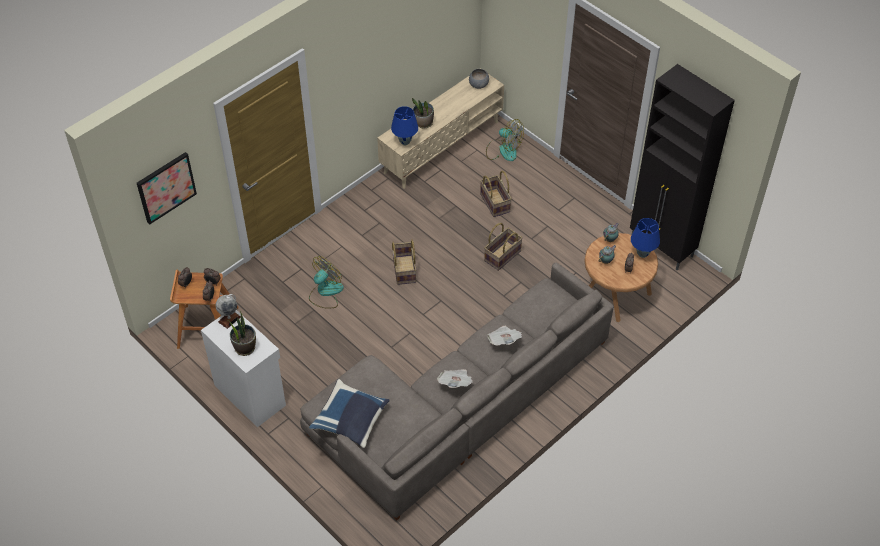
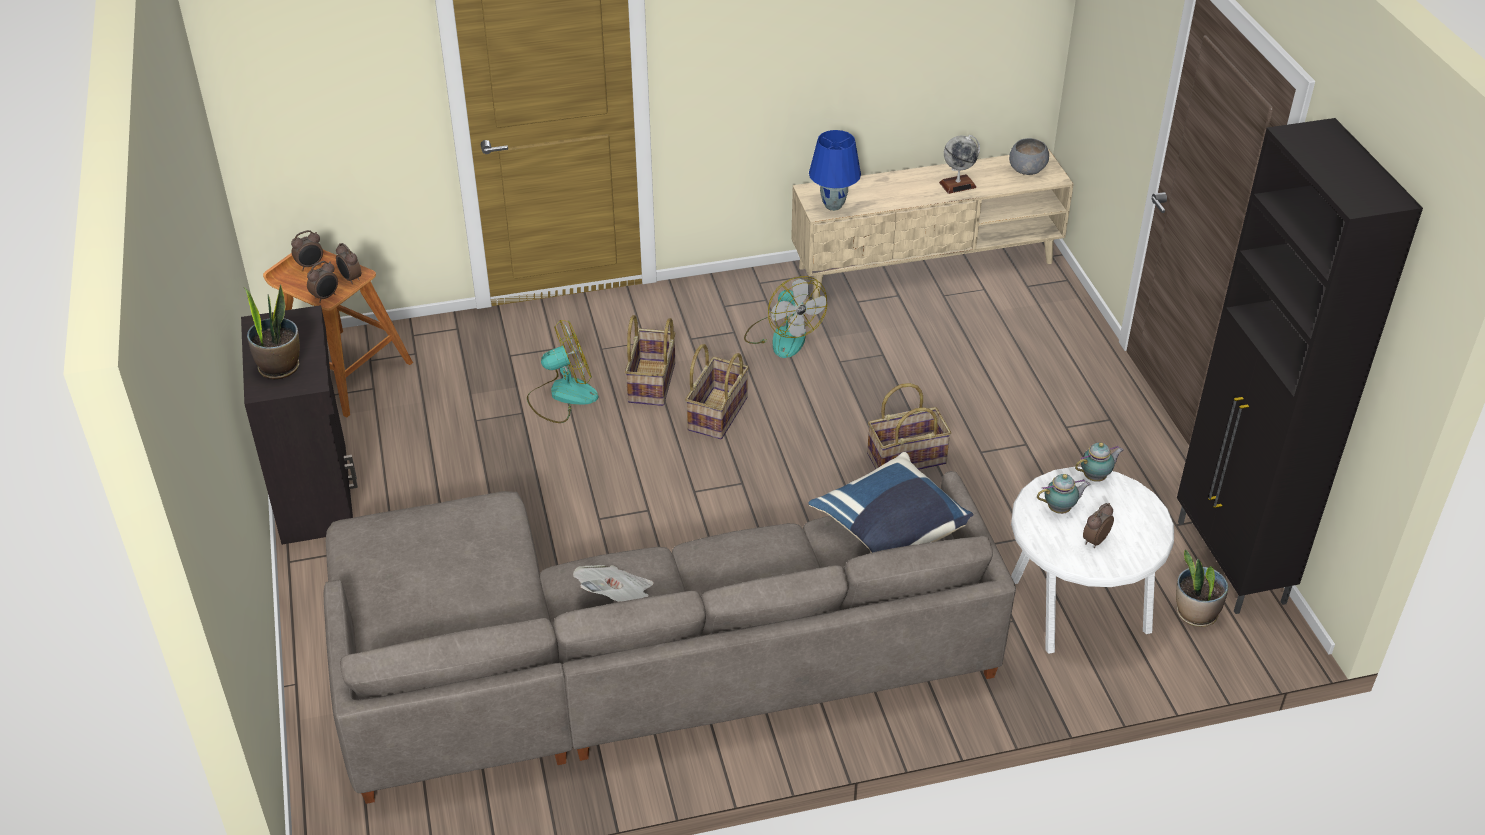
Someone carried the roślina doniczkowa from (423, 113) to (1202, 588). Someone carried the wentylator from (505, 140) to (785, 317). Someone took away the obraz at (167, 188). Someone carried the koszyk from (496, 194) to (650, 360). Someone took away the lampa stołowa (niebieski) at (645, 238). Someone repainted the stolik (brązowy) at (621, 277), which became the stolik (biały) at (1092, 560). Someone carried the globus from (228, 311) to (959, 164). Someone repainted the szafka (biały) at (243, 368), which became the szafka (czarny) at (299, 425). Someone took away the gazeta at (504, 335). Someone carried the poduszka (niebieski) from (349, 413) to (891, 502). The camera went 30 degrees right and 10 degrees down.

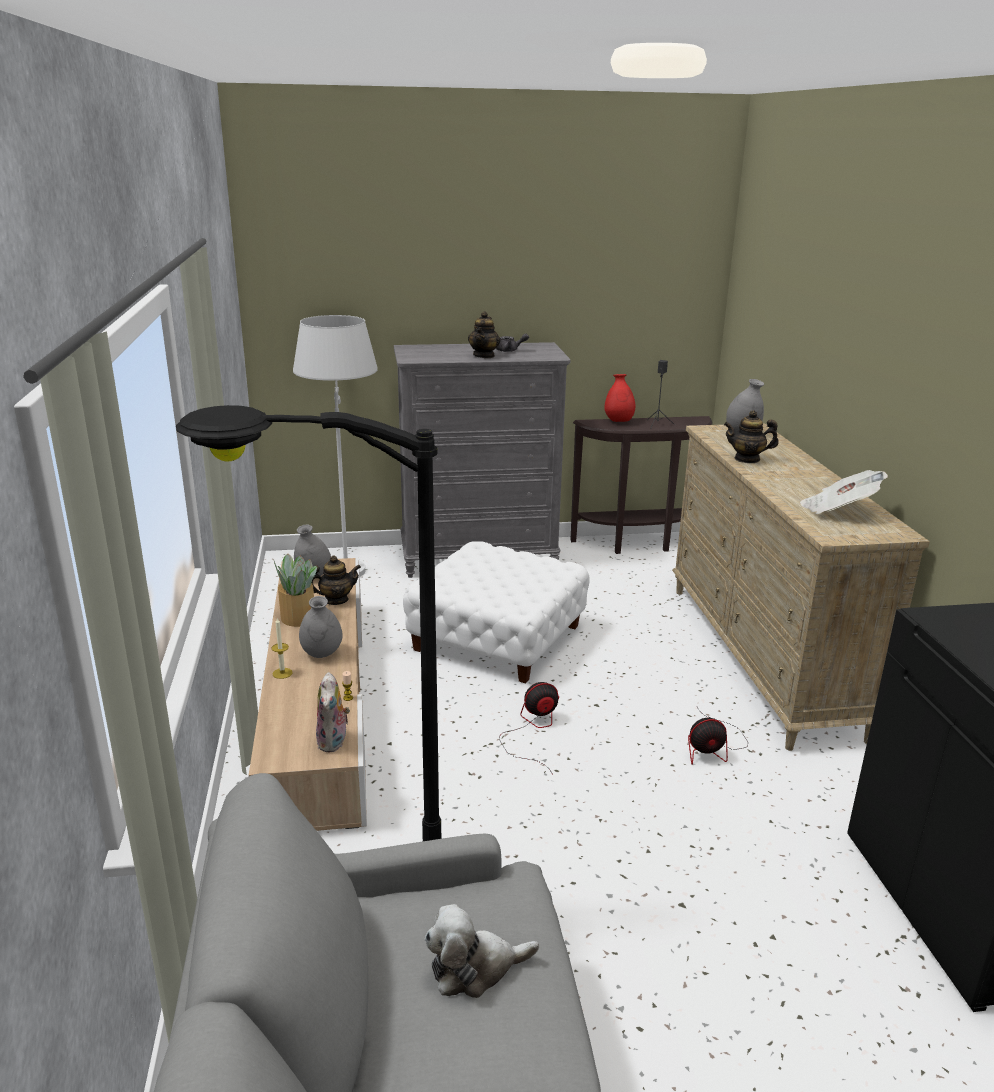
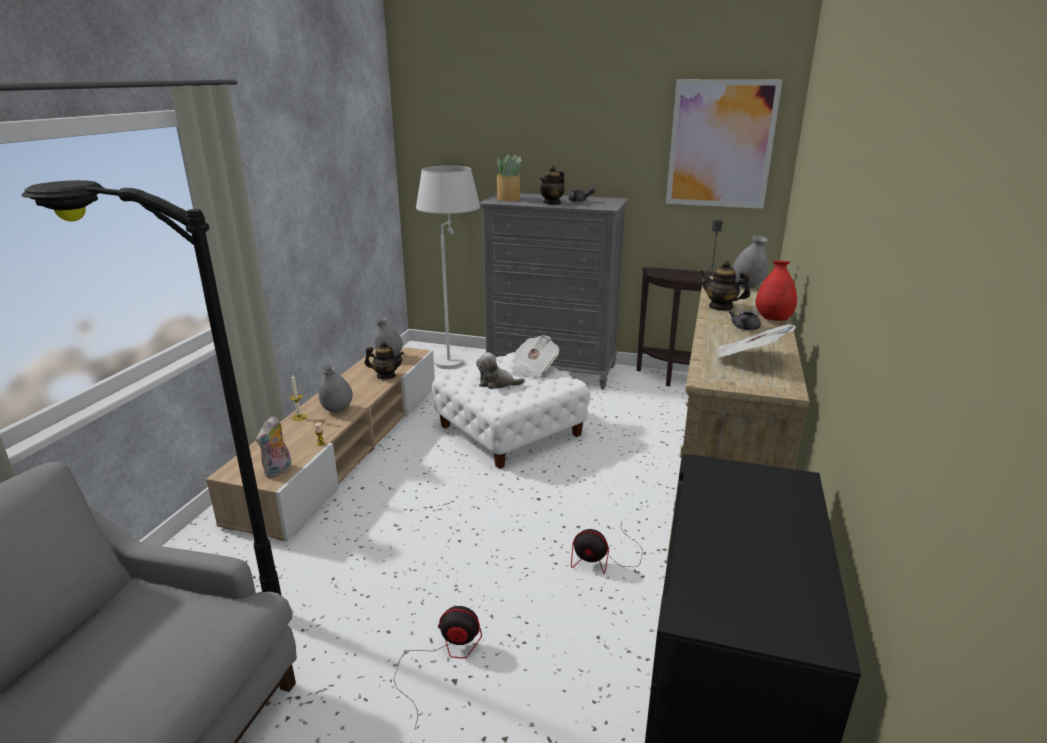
Someone carried the wazon (czerwony) from (619, 398) to (776, 291). Someone carried the roślina doniczkowa from (295, 590) to (509, 177). Someone carried the wentylator from (529, 727) to (438, 666). Someone carried the pluszak from (481, 951) to (500, 370). Someone put up the obraz at (724, 144). Someone put down the imbryk (szary) at (745, 320). Someone put down the gazeta at (535, 356). The camera went 25 degrees right and 0 degrees up.

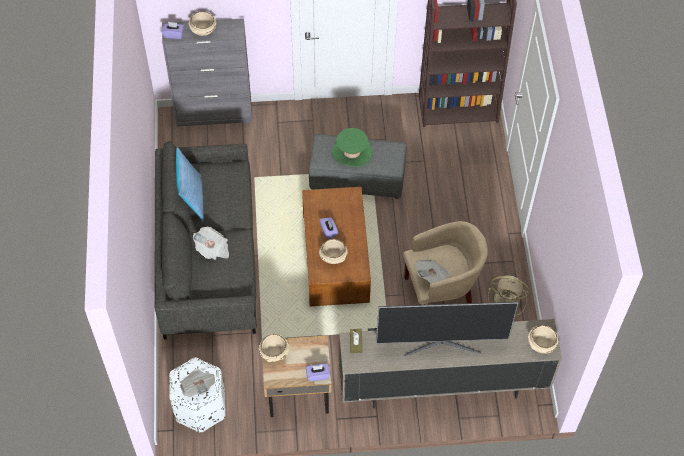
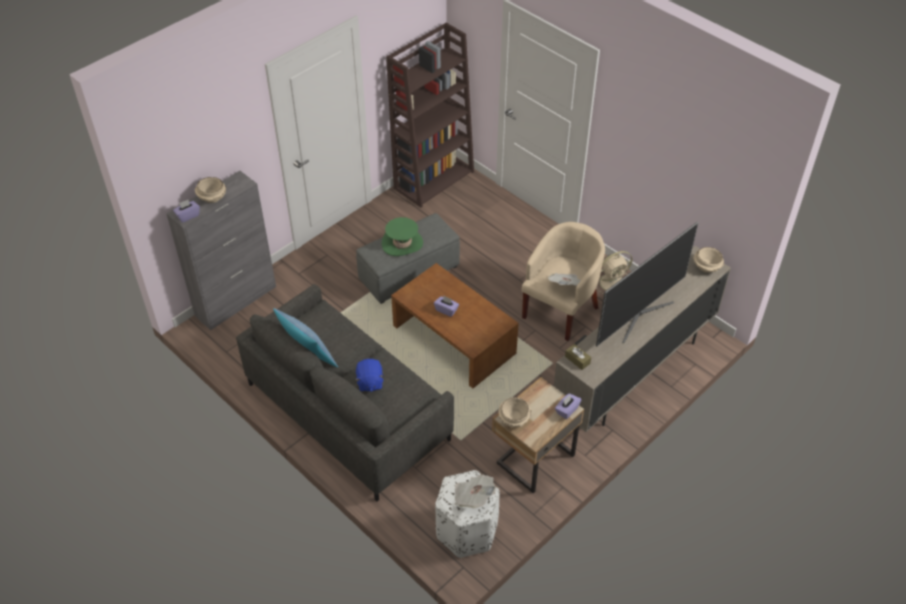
Someone swapped the gazeta at (211, 243) for the pluszak (niebieski) at (369, 375). Someone took away the miska (beżowy) at (333, 251). The camera went 40 degrees left and 10 degrees down.

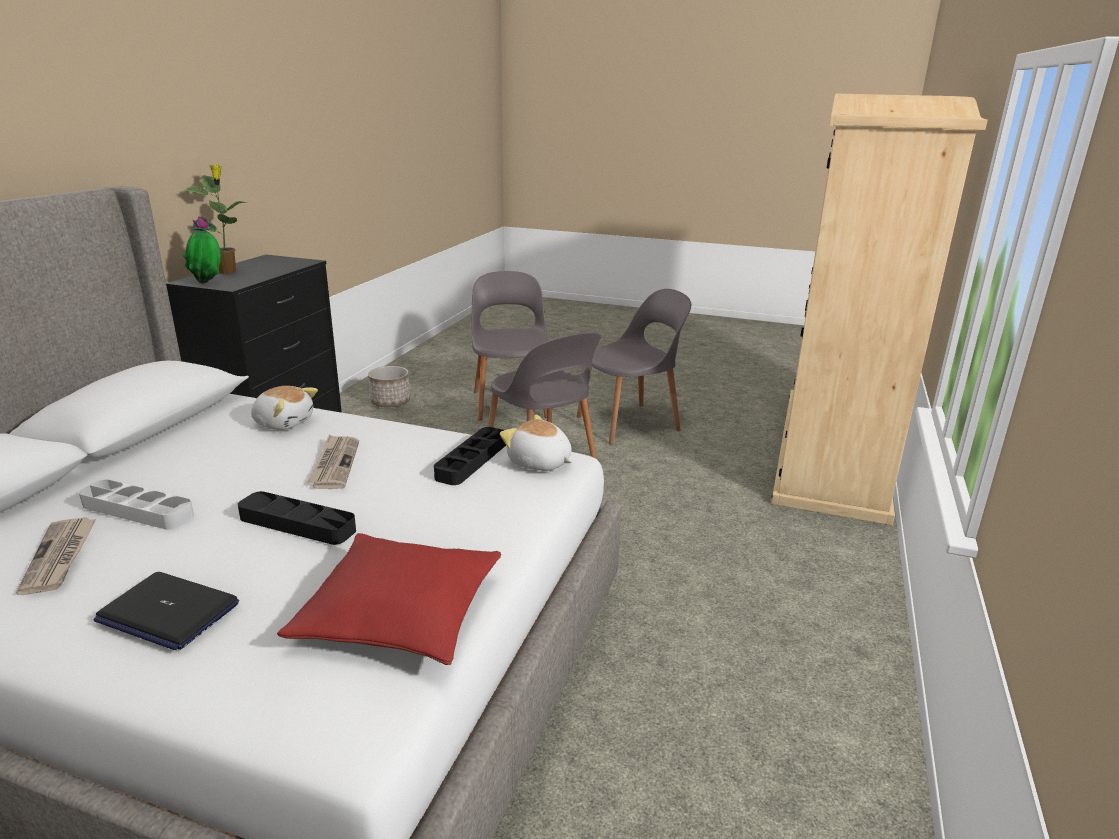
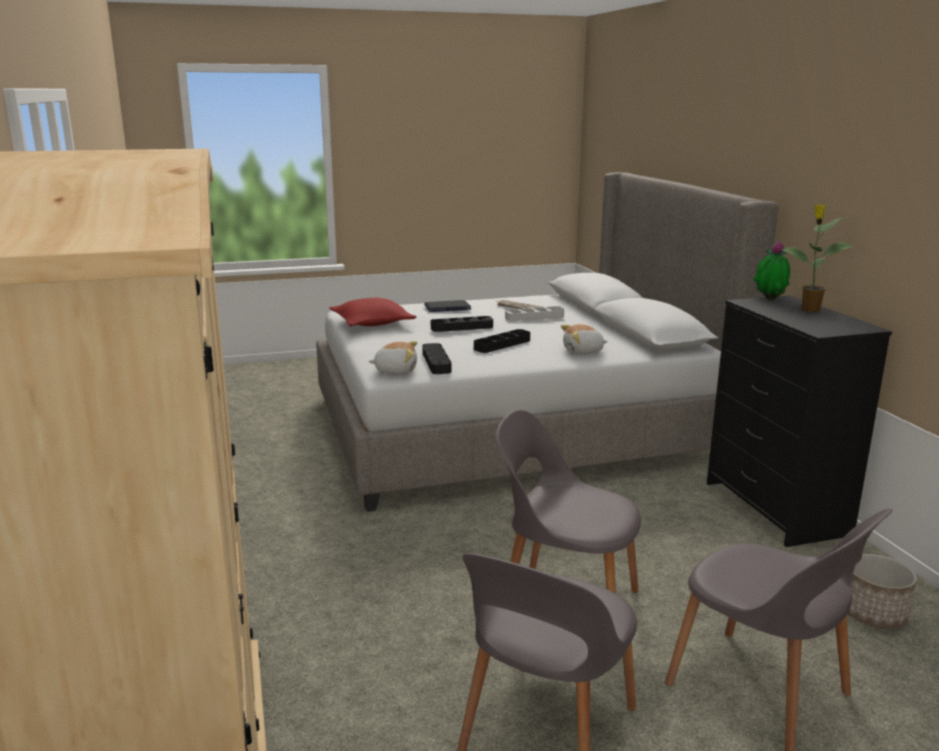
Someone swapped the gazeta at (333, 461) for the taca (czarny) at (502, 341). The camera went 145 degrees right and 5 degrees down.

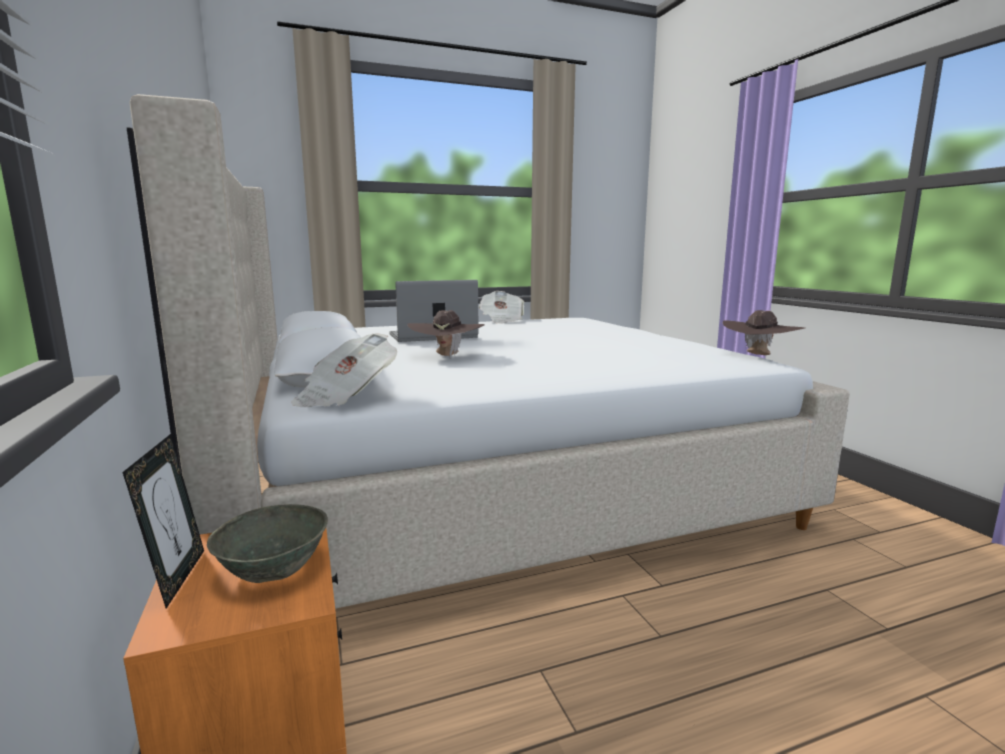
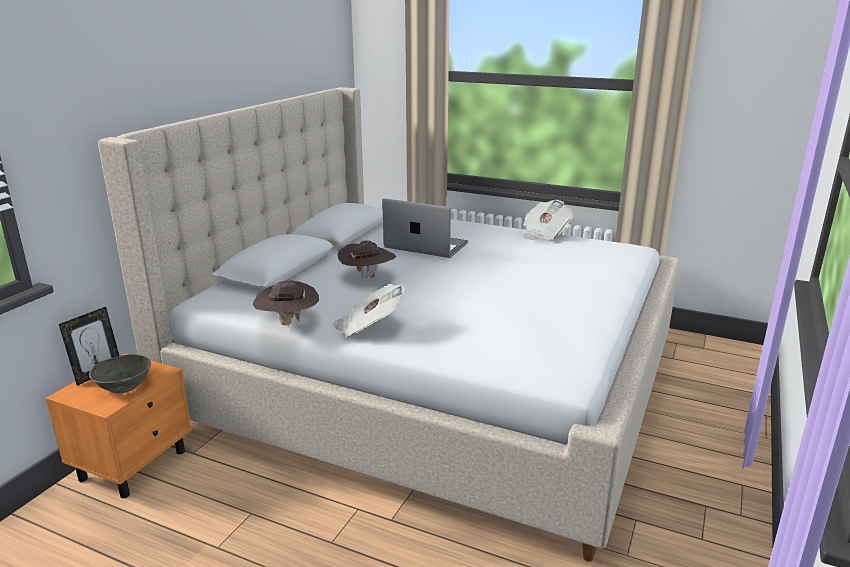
Someone carried the kapelusz (brązowy) from (764, 332) to (286, 302). Someone carried the gazeta from (344, 370) to (369, 310). The camera went 45 degrees right and 10 degrees up.

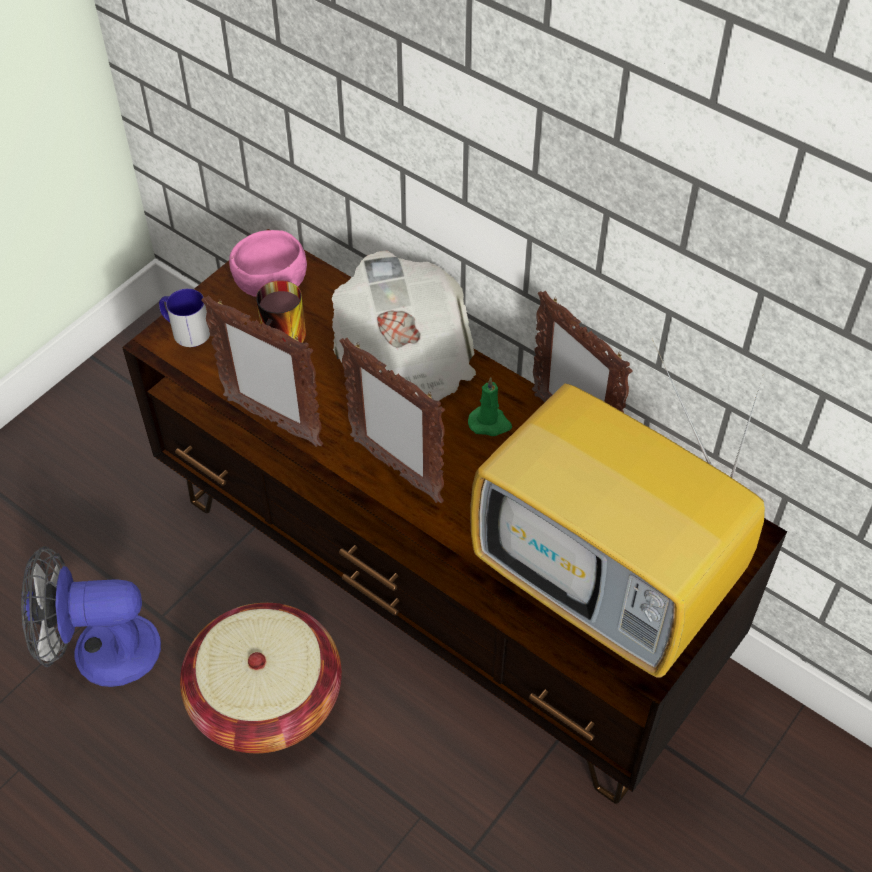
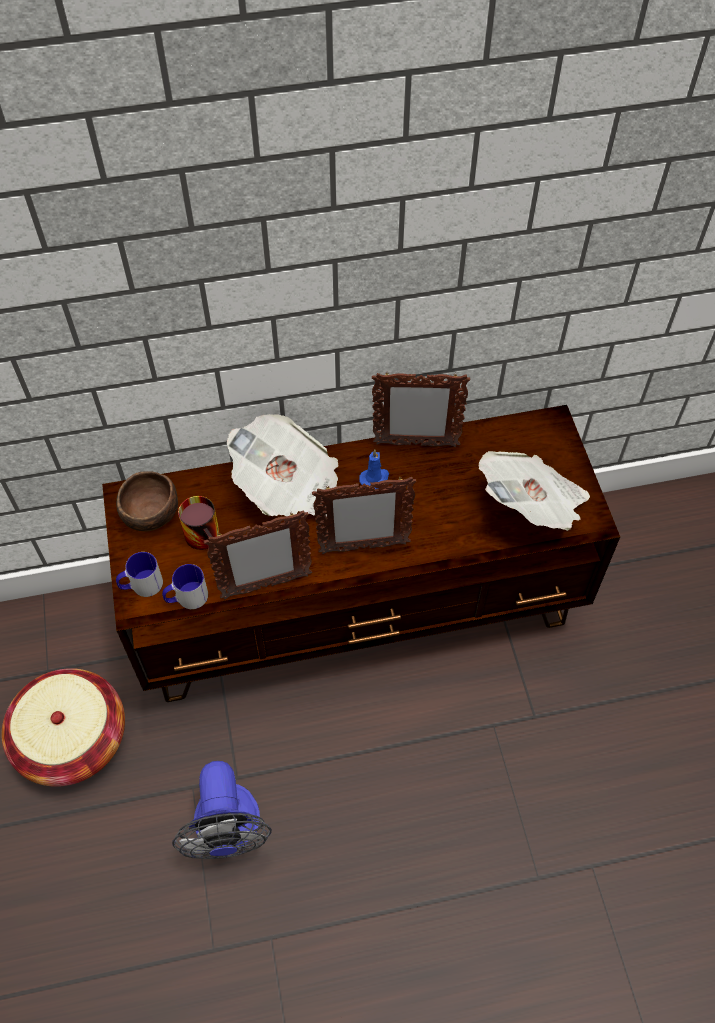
Someone repainted the miska (różowy) at (268, 263), which became the miska (brązowy) at (147, 501). Someone swapped the telewizor at (617, 508) for the gazeta at (534, 490). Someone repainted the świeca (zielony) at (490, 406), which became the świeca (niebieski) at (374, 469). Someone rotated the wentylator at (91, 616) by 45 degrees counterclockwise. Someone carried the koszyk from (261, 678) to (63, 727). Someone put down the kubek at (185, 586). The camera went 50 degrees left and 5 degrees up.

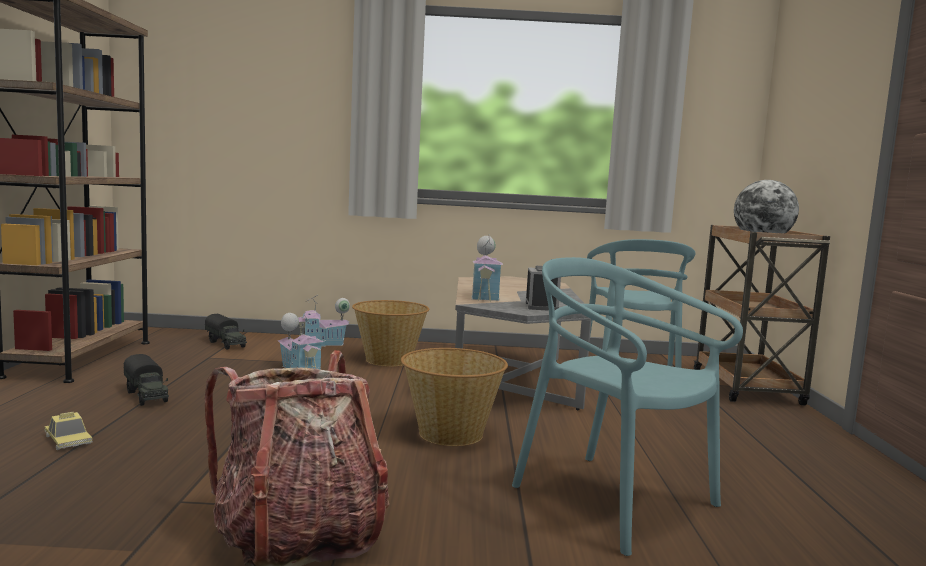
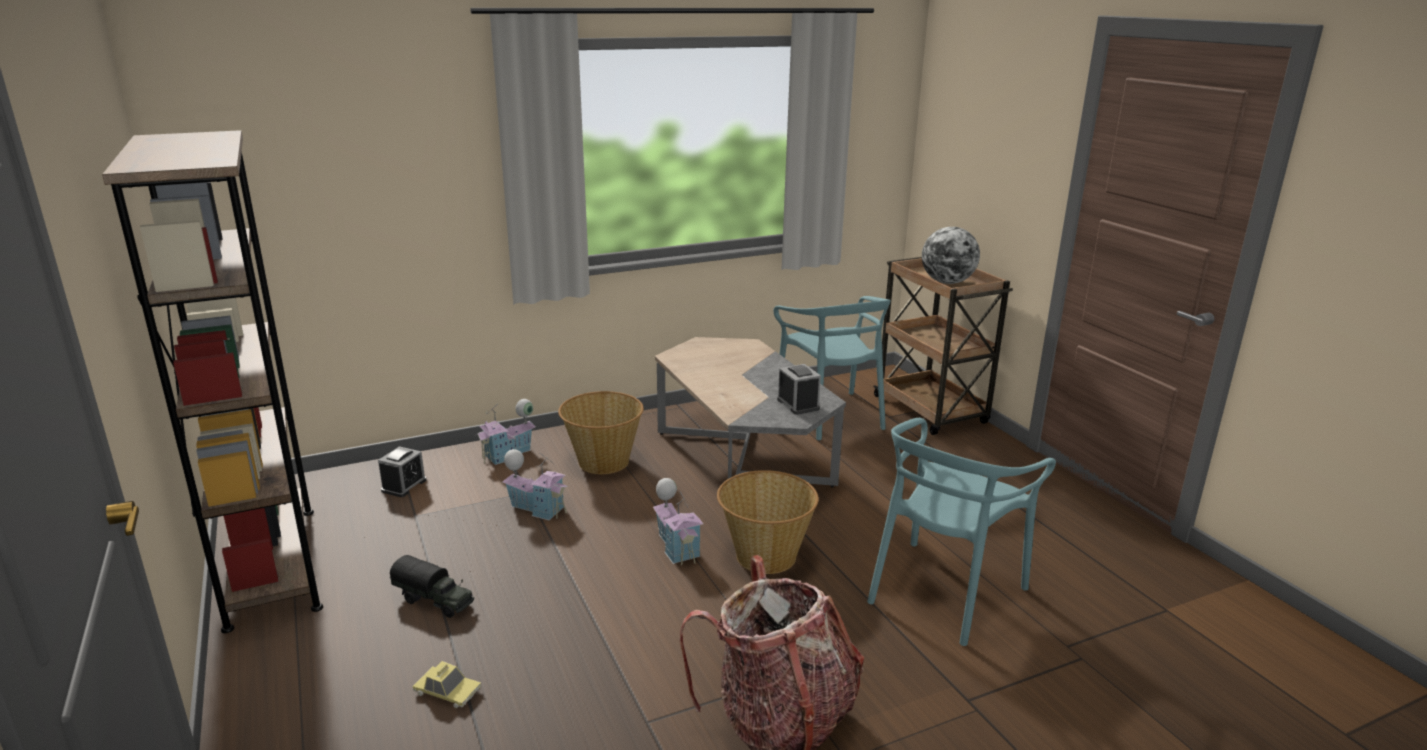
Someone carried the domek from (487, 269) to (678, 521). Someone rotated the krzesło (turkusowy) at (627, 406) by 75 degrees counterclockwise. Someone swapped the ciężarówka zabawkowa at (226, 332) for the budzik at (402, 471). The camera went 25 degrees left and 15 degrees up.

